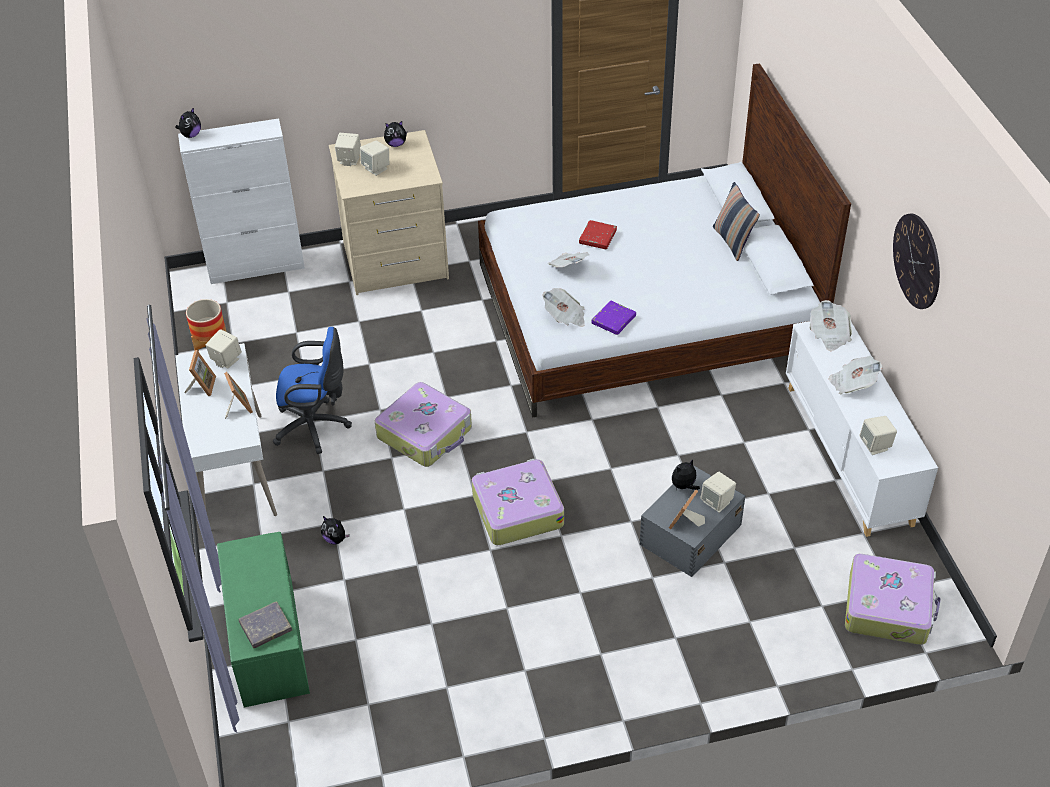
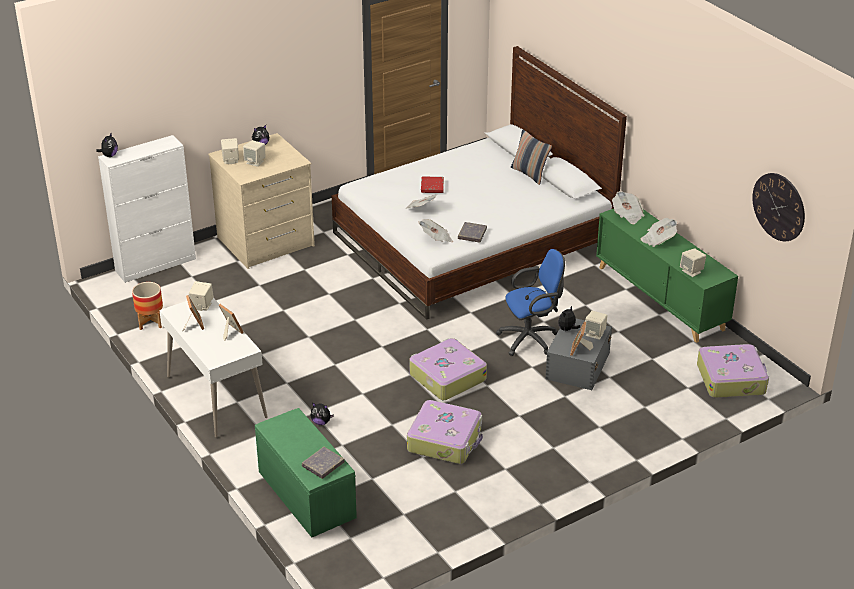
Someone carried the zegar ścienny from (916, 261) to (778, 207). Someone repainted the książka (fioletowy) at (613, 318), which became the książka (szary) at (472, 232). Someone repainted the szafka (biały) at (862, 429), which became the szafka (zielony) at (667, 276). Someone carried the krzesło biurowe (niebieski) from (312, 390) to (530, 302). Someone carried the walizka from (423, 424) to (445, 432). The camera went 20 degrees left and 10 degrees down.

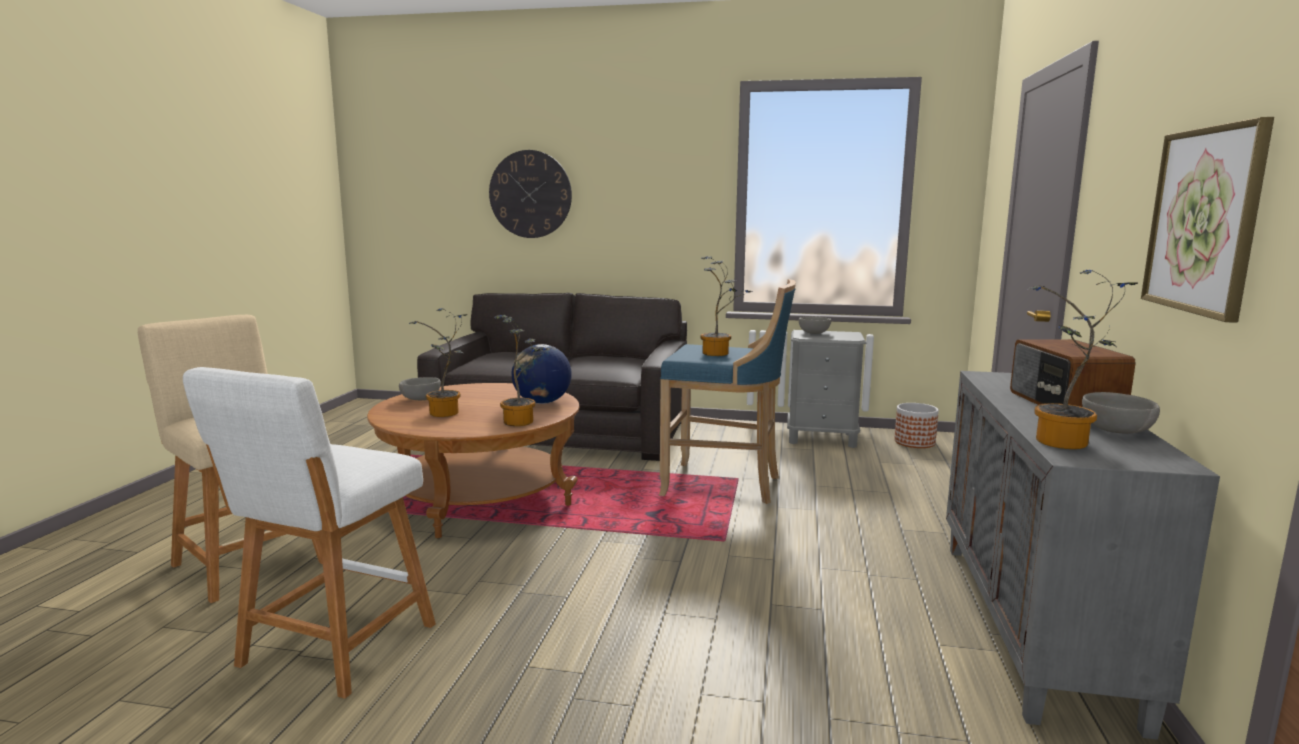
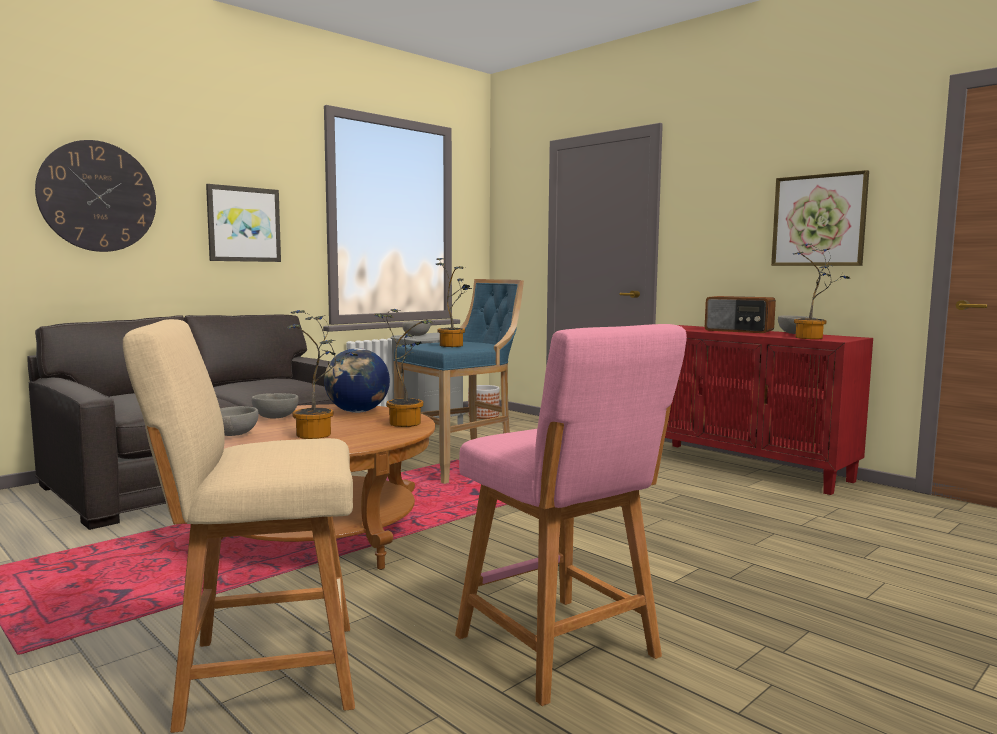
Someone repainted the stołek (biały) at (309, 533), which became the stołek (różowy) at (571, 515). Someone repainted the szafka (szary) at (1083, 555), which became the szafka (czerwony) at (769, 410). Someone put up the obraz at (243, 223). Someone put down the miska (szary) at (275, 406). The camera went 55 degrees left and 5 degrees down.

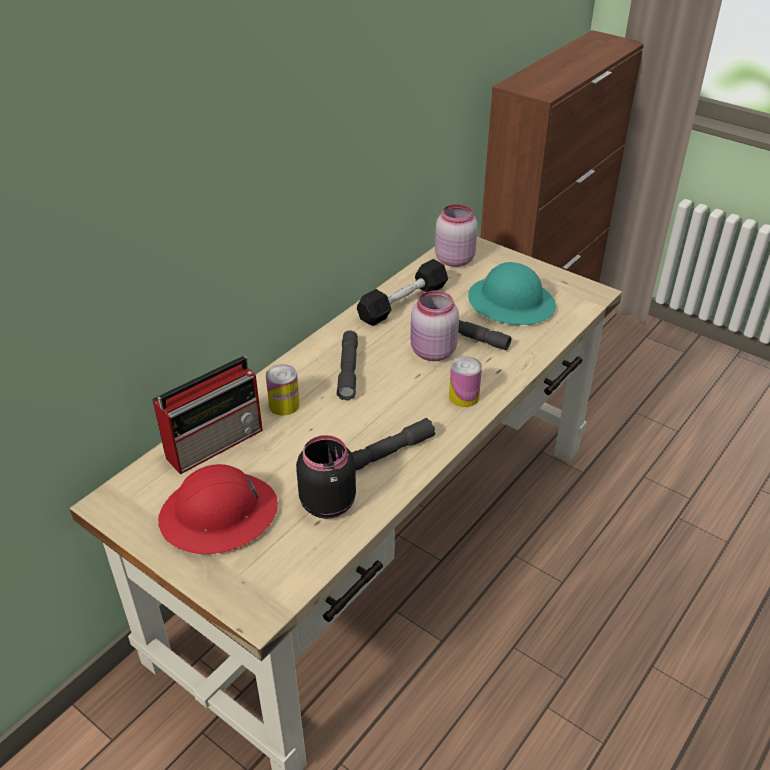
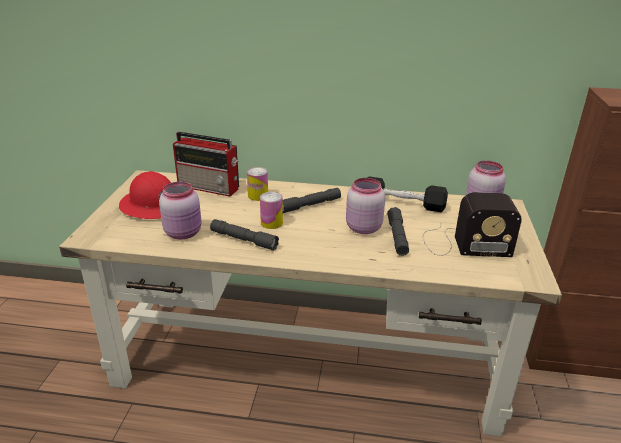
Someone swapped the kask (turkusowy) at (512, 293) for the radio at (472, 224). Someone carried the puszka from (465, 381) to (271, 210). Someone repainted the słoik (czarny) at (326, 477), which became the słoik (różowy) at (180, 210). The camera went 60 degrees right and 10 degrees down.

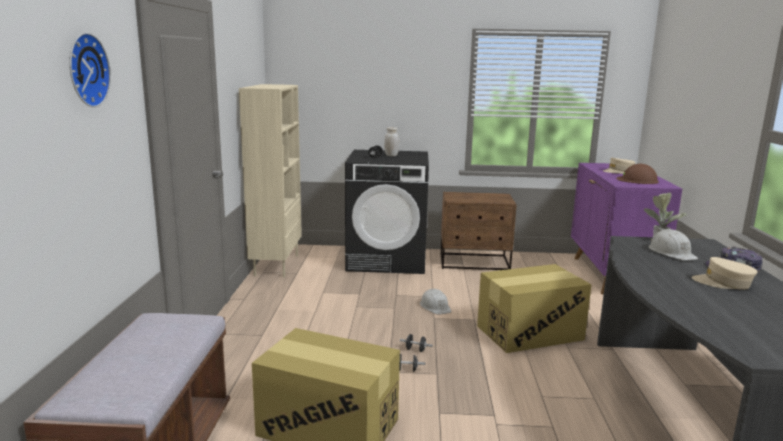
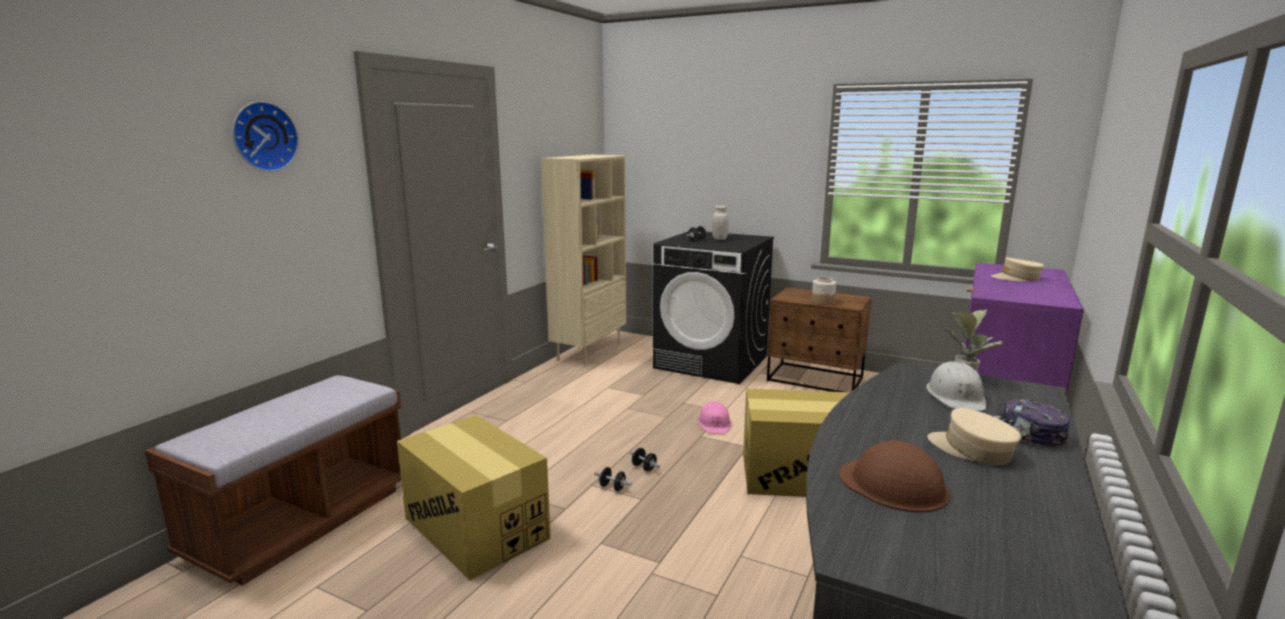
Someone carried the kask (brązowy) from (637, 174) to (894, 476). Someone repainted the kask (biały) at (436, 302), which became the kask (różowy) at (714, 417). Someone put down the słoik at (824, 291). The camera went 25 degrees right and 0 degrees up.

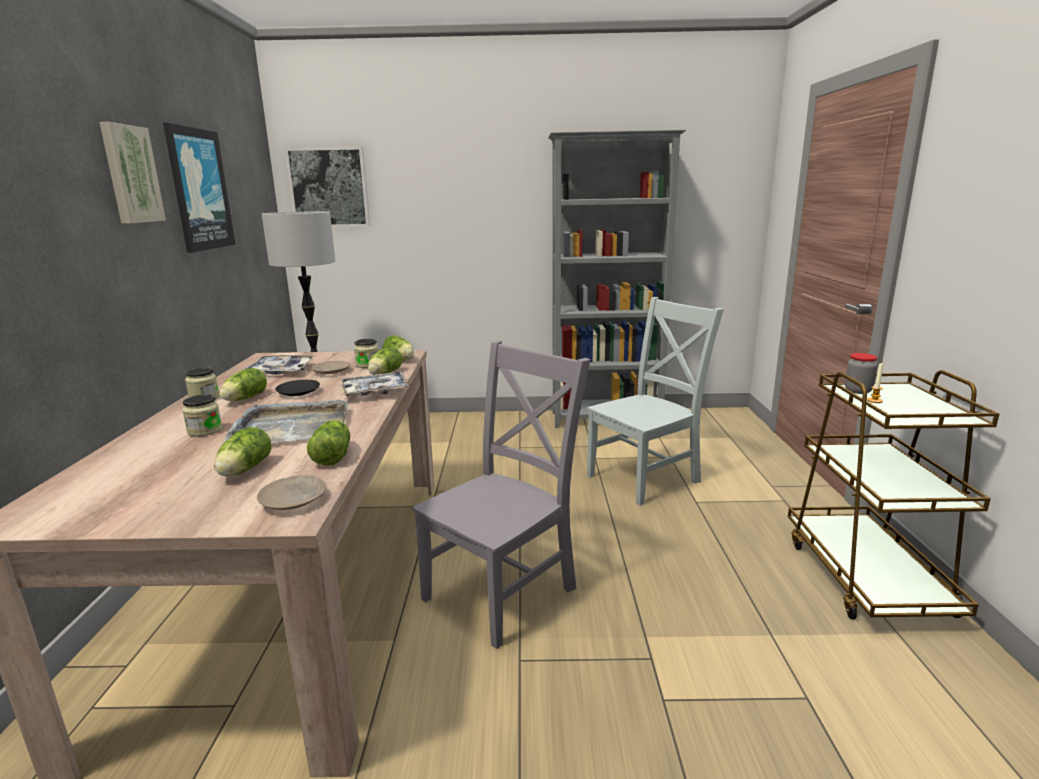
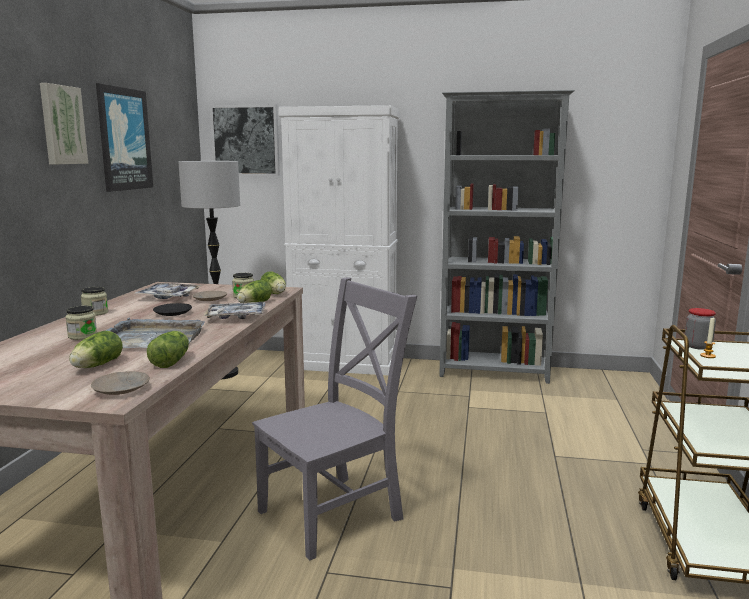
Someone took away the krzesło (szary) at (655, 401). Someone took away the sałata at (243, 384). Someone put down the szafka (biały) at (339, 240). The camera went 10 degrees right and 5 degrees down.

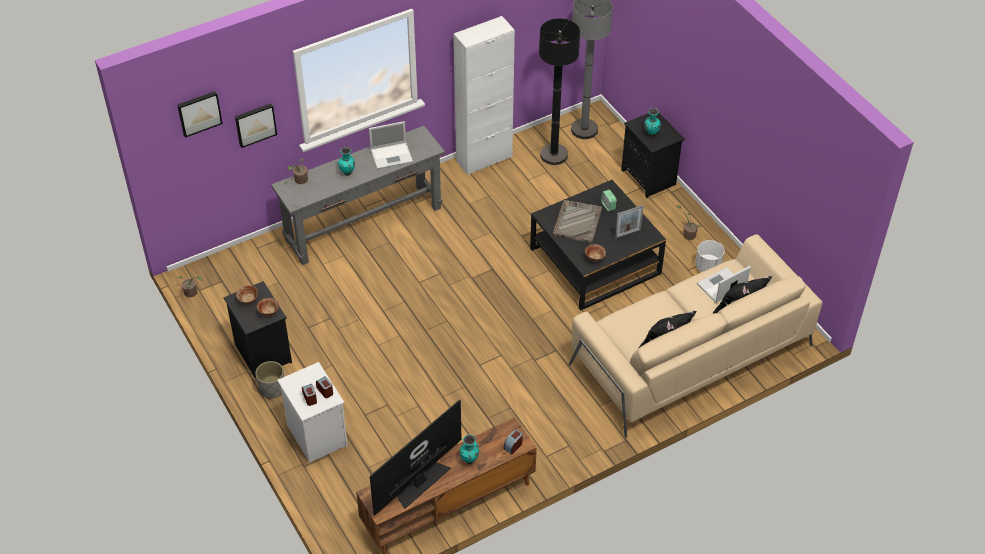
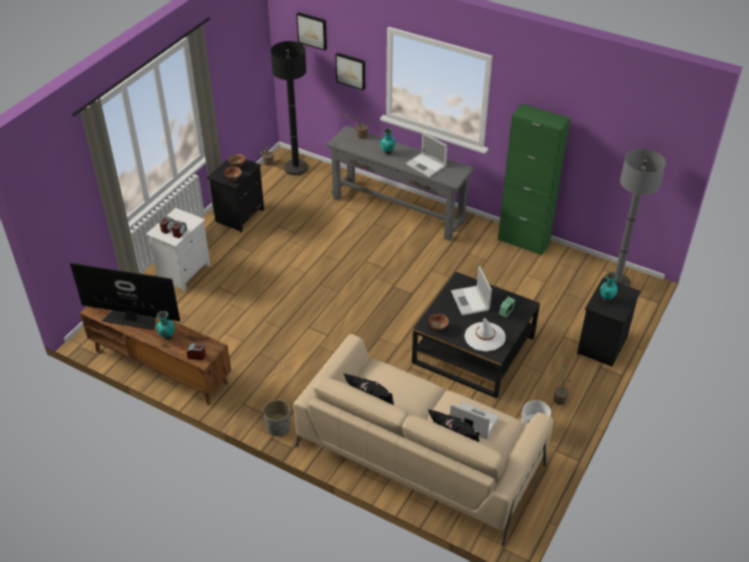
Someone repainted the szafka (biały) at (484, 95), which became the szafka (zielony) at (534, 180). Someone carried the lampa stojąca (czarny) from (559, 91) to (289, 108). Someone swapped the taca (szary) at (577, 221) for the laptop at (471, 291). Someone swapped the ramka na zdjęcie at (629, 222) for the kapelusz (biały) at (485, 334). Someone carried the donica (szary) from (269, 380) to (277, 418). The camera went 60 degrees right and 5 degrees down.

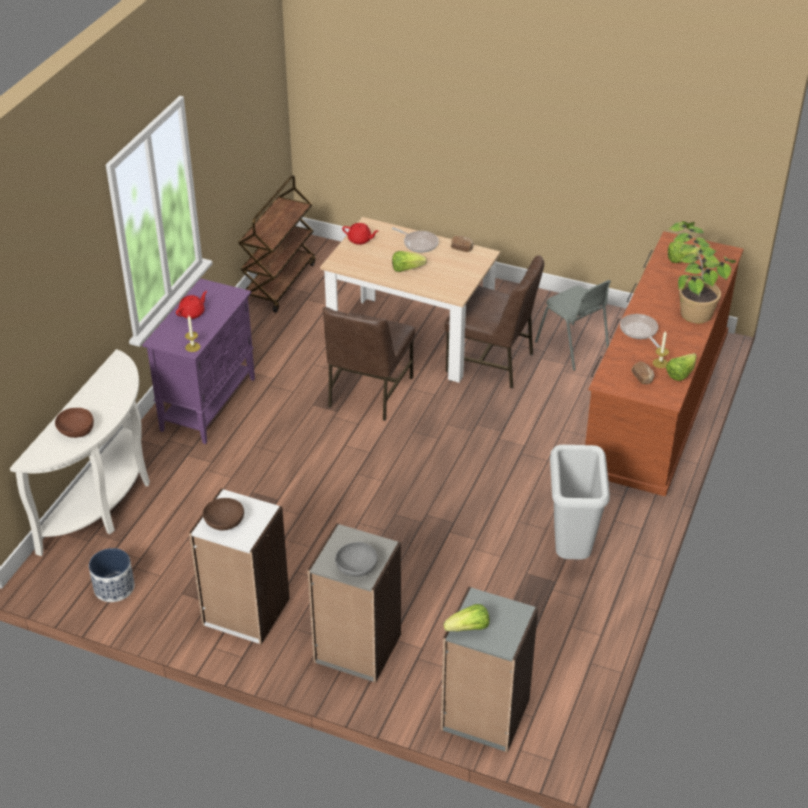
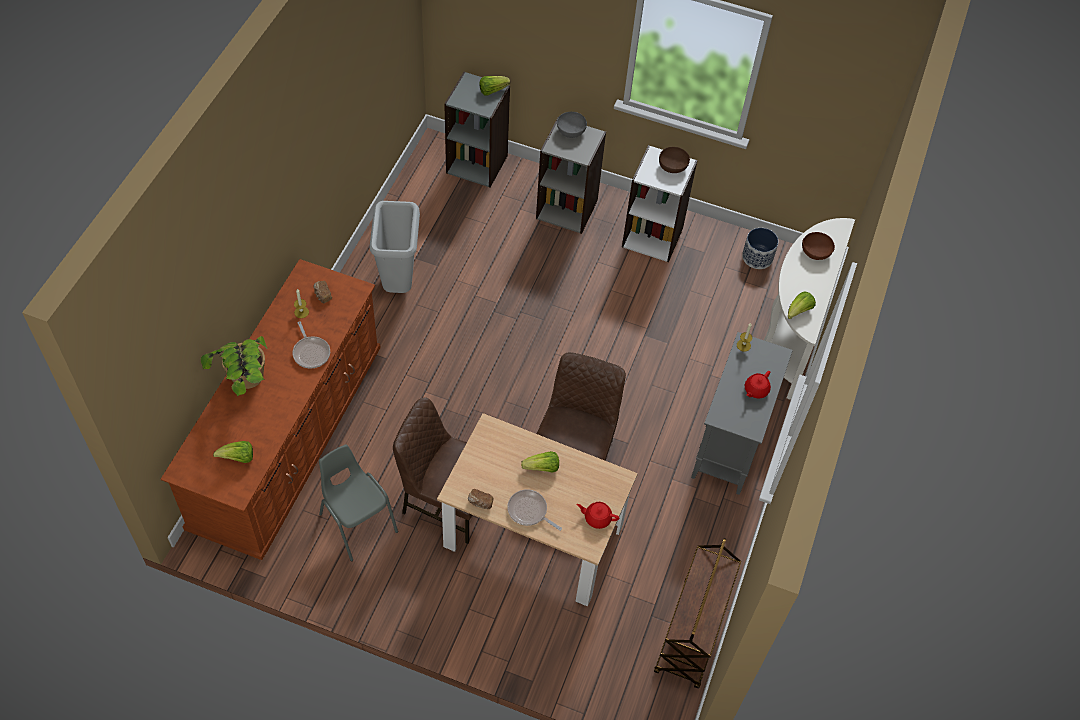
Someone repainted the szafka (fioletowy) at (198, 361), which became the szafka (szary) at (742, 413). Someone carried the sałata from (681, 367) to (802, 305). The camera went 175 degrees right and 15 degrees up.

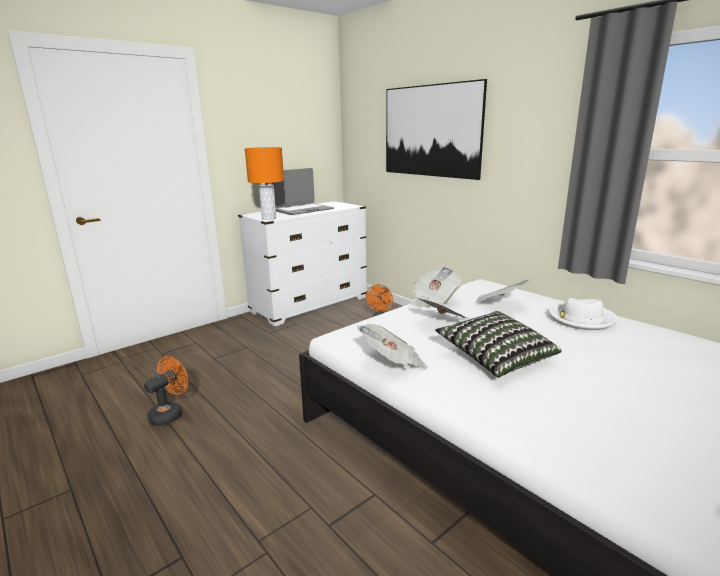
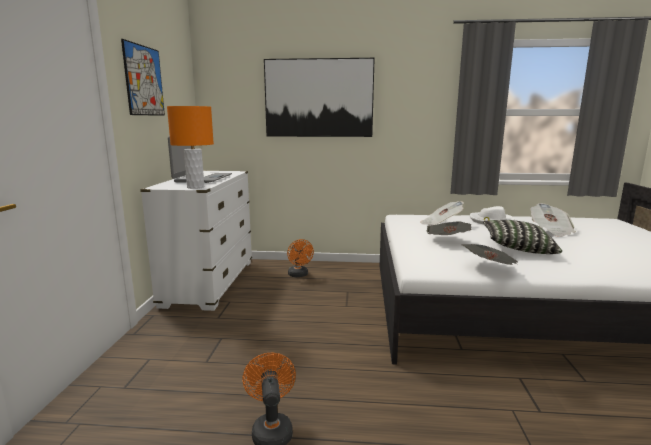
Someone carried the gazeta from (437, 287) to (553, 220). Someone put up the obraz at (143, 77). The camera went 45 degrees left and 5 degrees down.

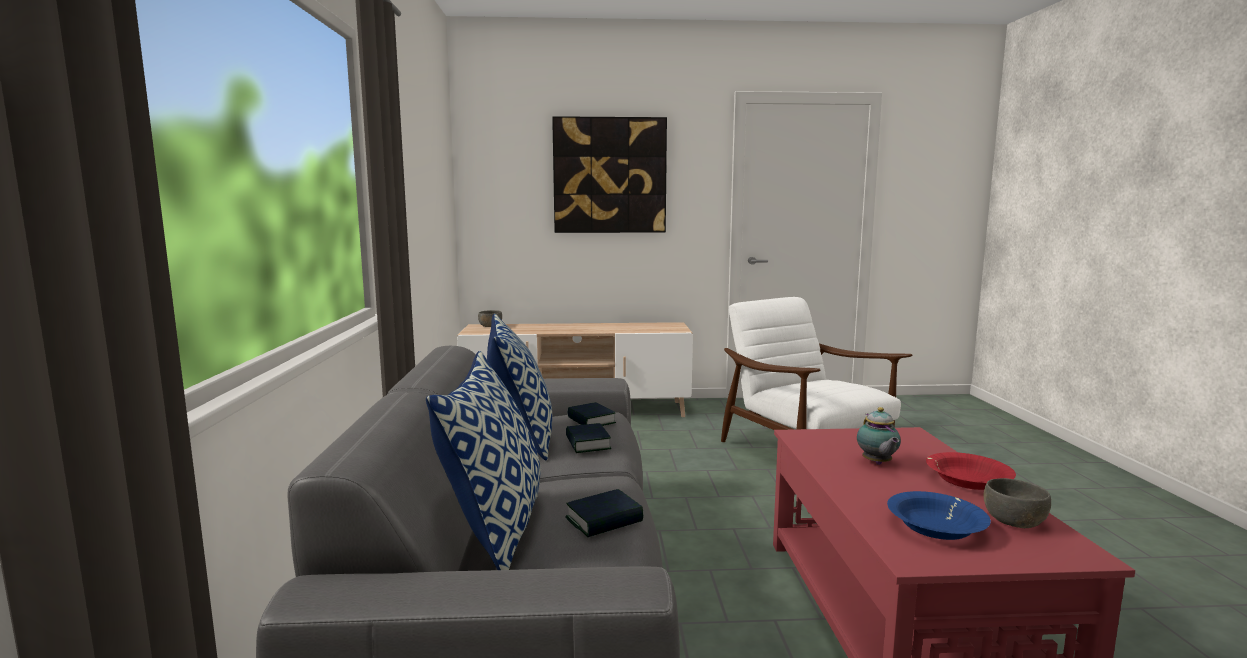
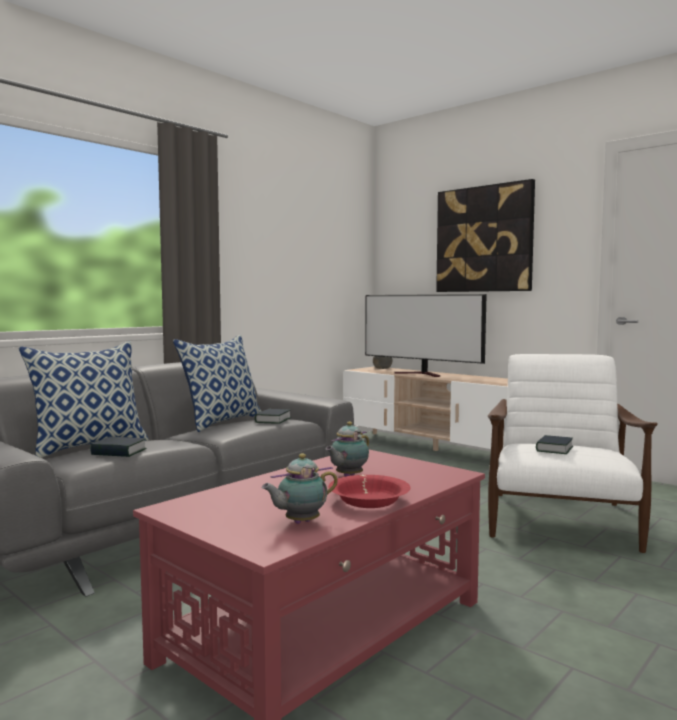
Someone carried the książka from (588, 438) to (554, 444). Someone swapped the miska (szary) at (1017, 503) for the imbryk at (300, 488). Someone took away the miska (niebieski) at (939, 515). Someone put down the telewizor at (426, 335). The camera went 45 degrees right and 5 degrees down.

